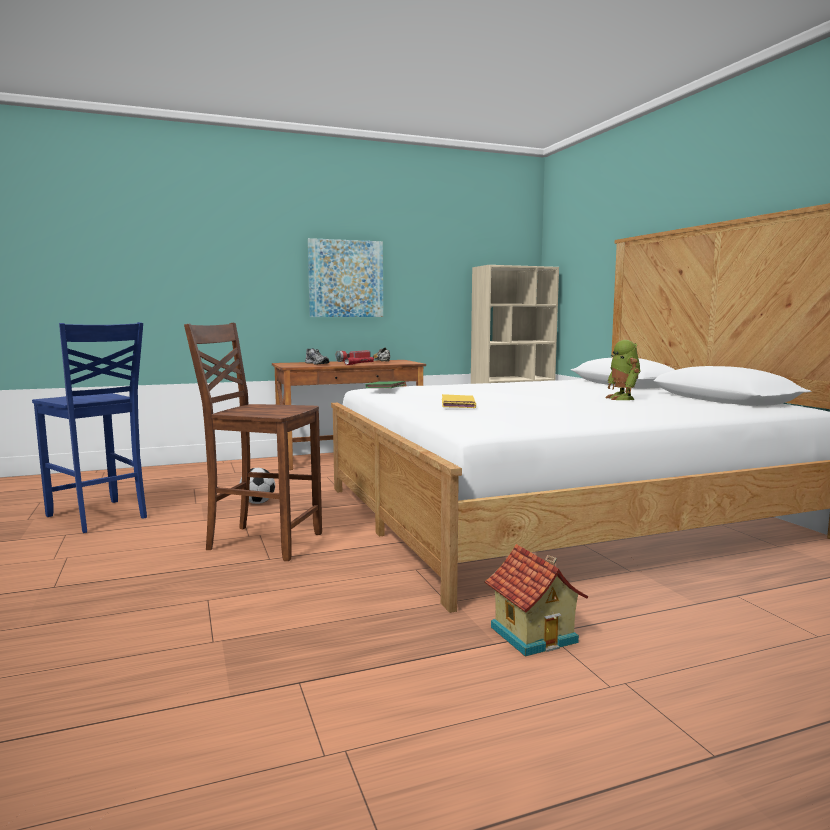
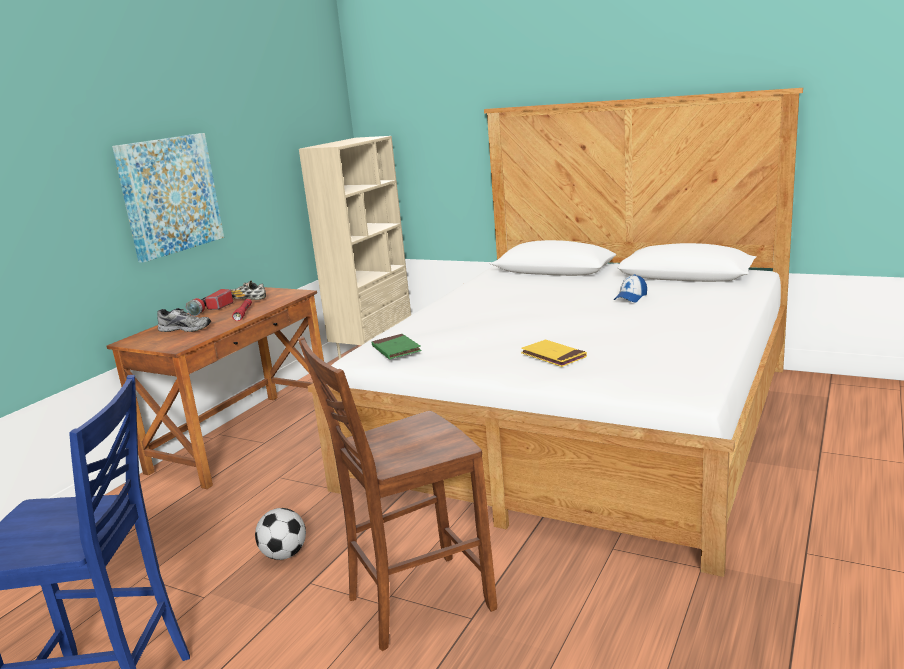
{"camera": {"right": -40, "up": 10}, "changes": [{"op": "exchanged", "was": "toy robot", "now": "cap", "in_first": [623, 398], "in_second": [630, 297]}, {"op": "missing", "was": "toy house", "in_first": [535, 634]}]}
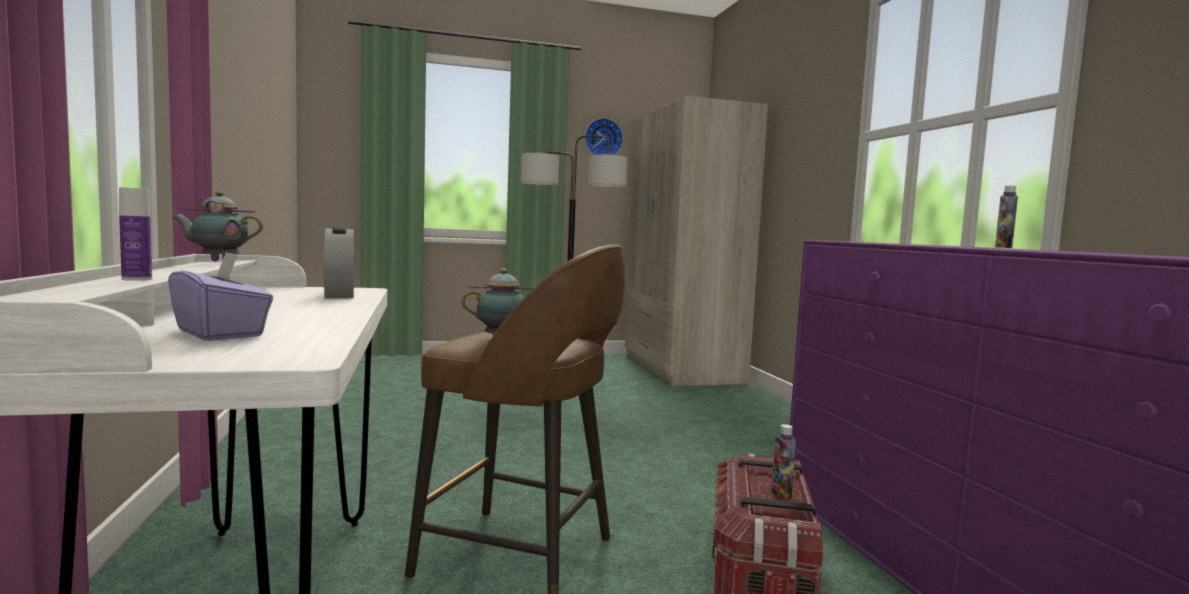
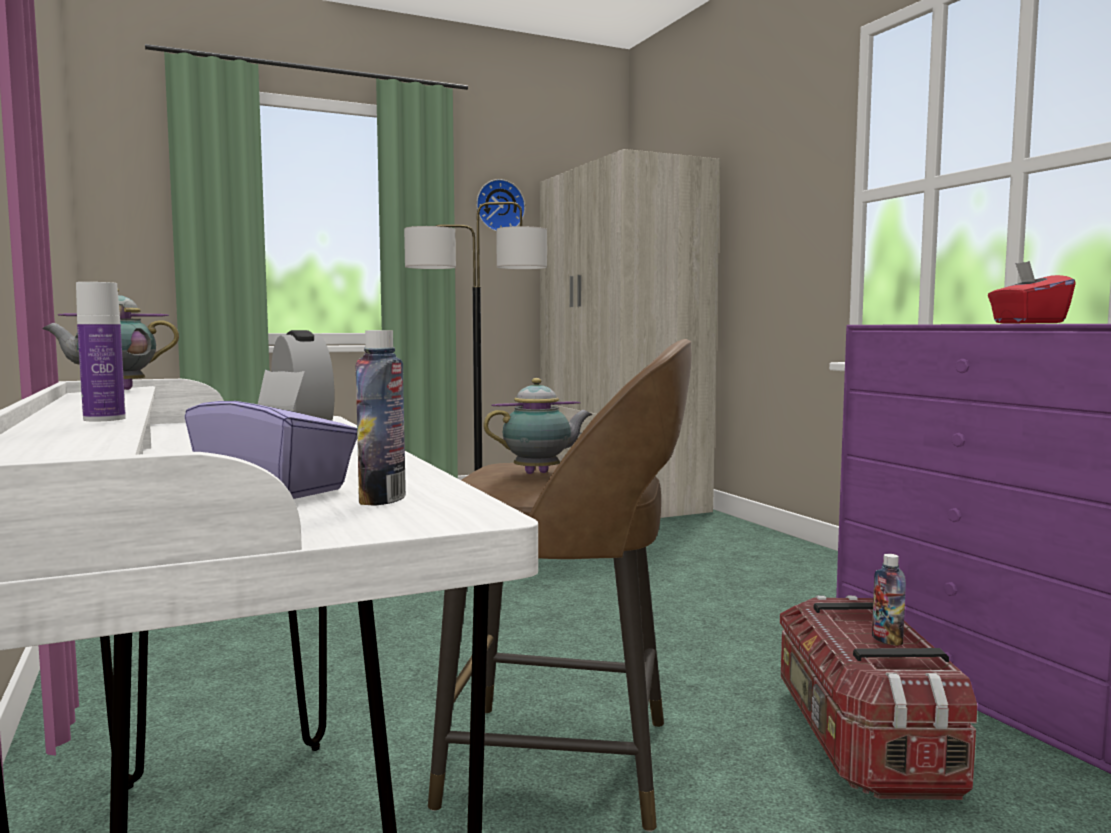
{"camera": {"right": -10, "up": 0}, "changes": [{"op": "relocated", "was": "bottle", "in_first": [1003, 247], "in_second": [382, 499]}, {"op": "appeared", "now": "red tissue box", "in_second": [1026, 323]}]}
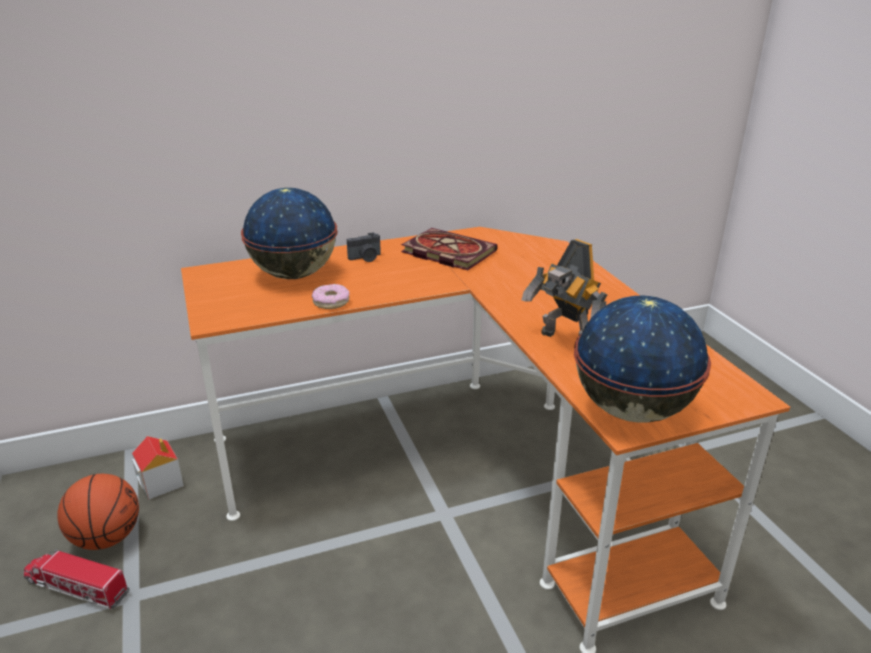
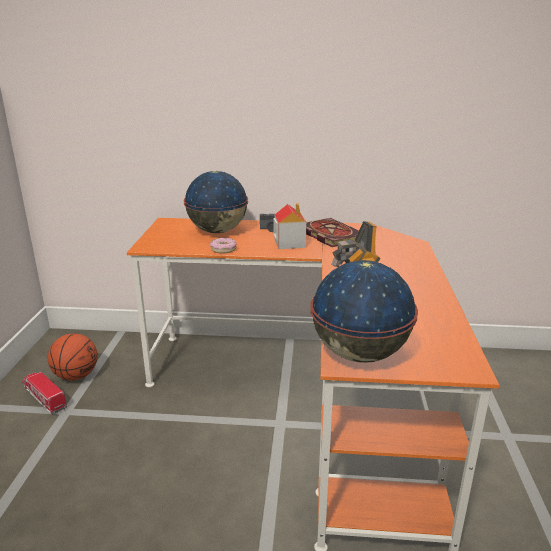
{"camera": {"right": 25, "up": -5}, "changes": [{"op": "relocated", "was": "toy house", "in_first": [161, 482], "in_second": [289, 243]}]}
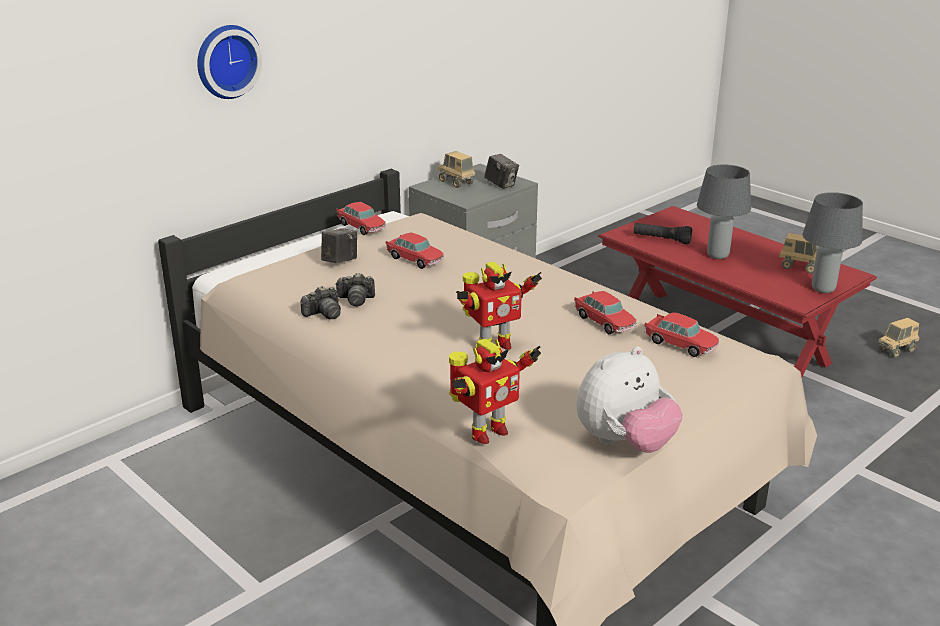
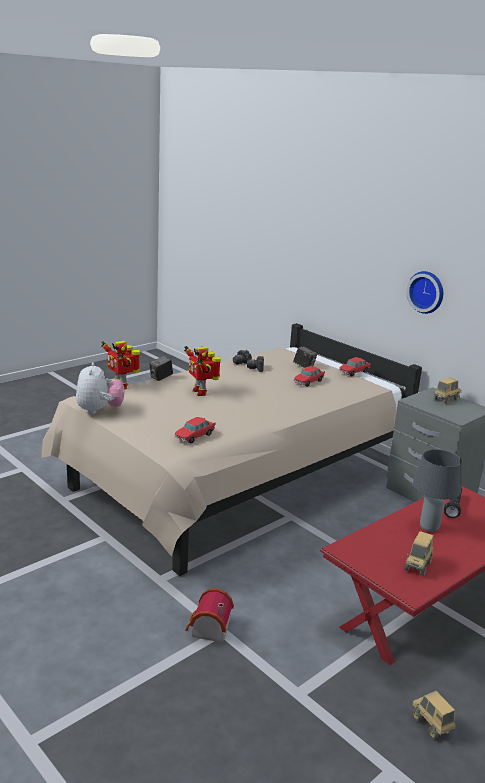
{"camera": {"right": 90, "up": -5}, "changes": [{"op": "relocated", "was": "wall clock", "in_first": [226, 61], "in_second": [427, 292]}, {"op": "relocated", "was": "photo camera", "in_first": [501, 185], "in_second": [161, 378]}, {"op": "missing", "was": "grey table lamp", "in_first": [823, 289]}, {"op": "missing", "was": "toy car", "in_first": [604, 322]}, {"op": "spun", "was": "plush toy", "in_first": [625, 443], "in_second": [99, 411], "clockwise": -150}, {"op": "appeared", "now": "toy house", "in_second": [208, 629]}]}
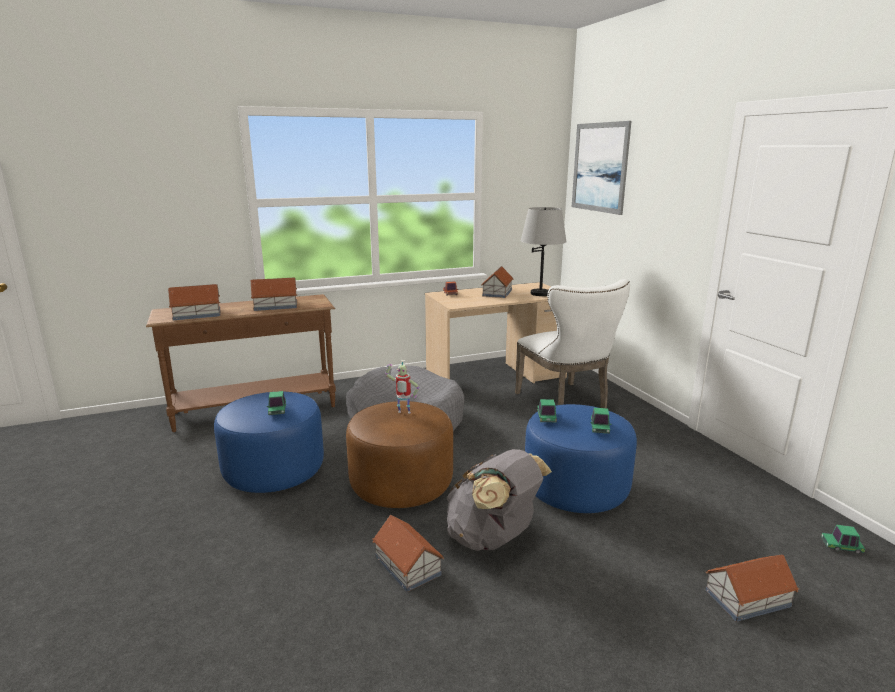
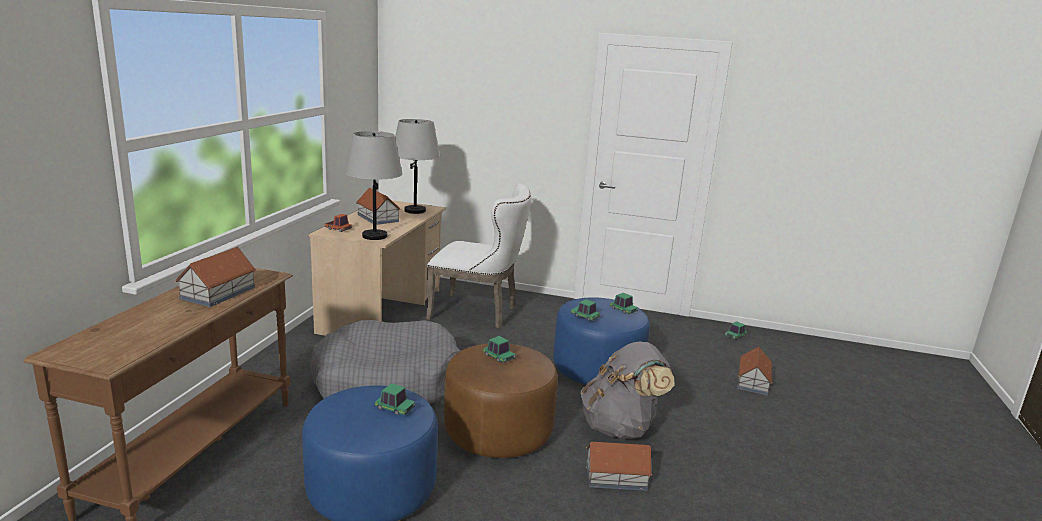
{"camera": {"right": -55, "up": 0}, "changes": [{"op": "missing", "was": "picture", "in_first": [599, 167]}, {"op": "missing", "was": "toy house", "in_first": [196, 314]}, {"op": "exchanged", "was": "toy robot", "now": "toy car", "in_first": [403, 413], "in_second": [499, 357]}, {"op": "appeared", "now": "grey table lamp", "in_second": [374, 236]}]}
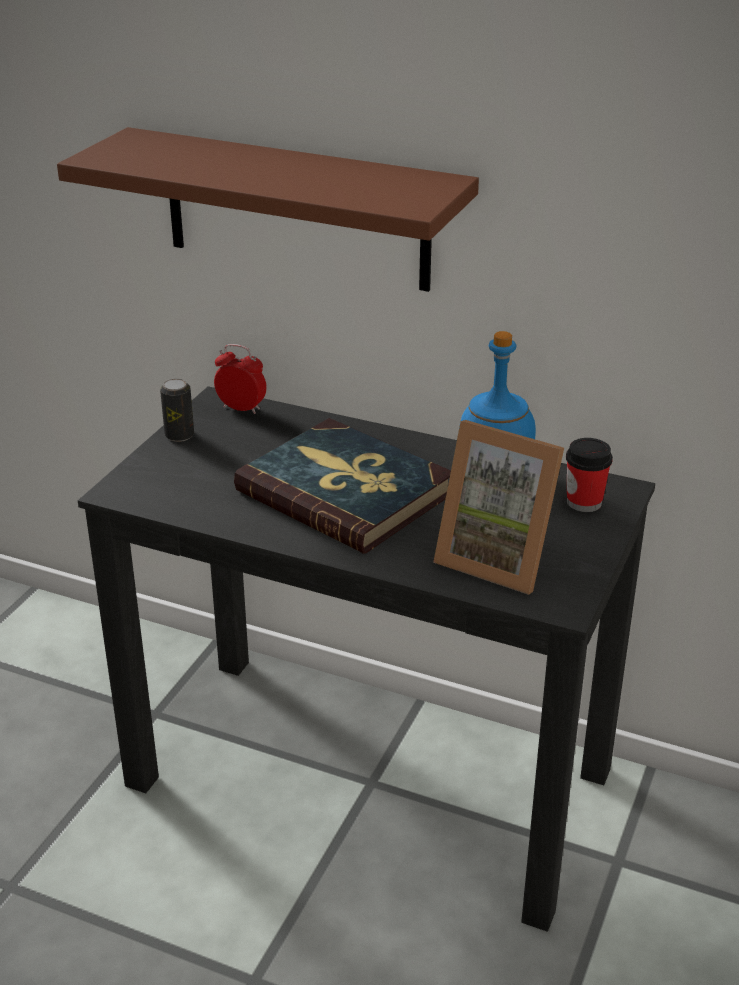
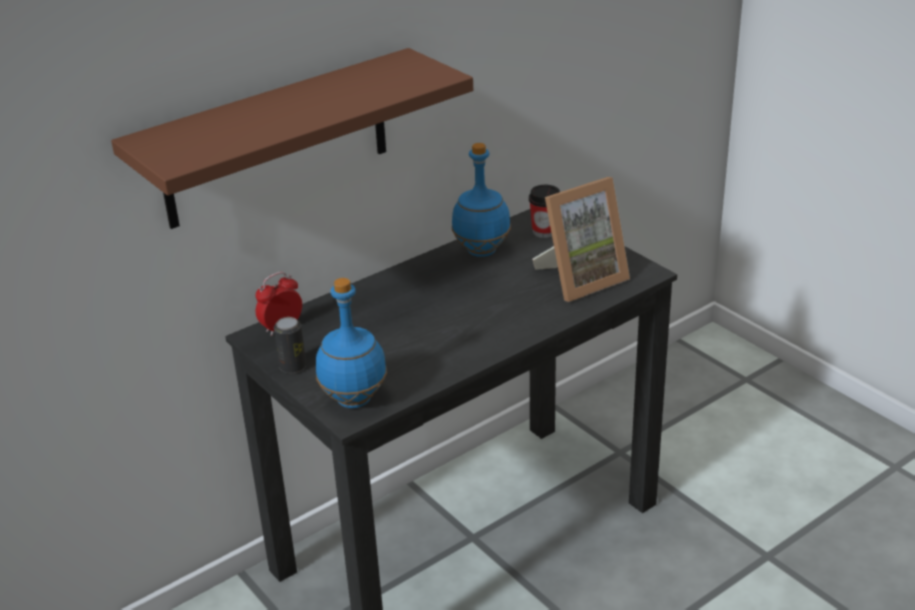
{"camera": {"right": -60, "up": 0}, "changes": [{"op": "missing", "was": "book", "in_first": [346, 492]}, {"op": "appeared", "now": "blue bottle", "in_second": [354, 400]}]}
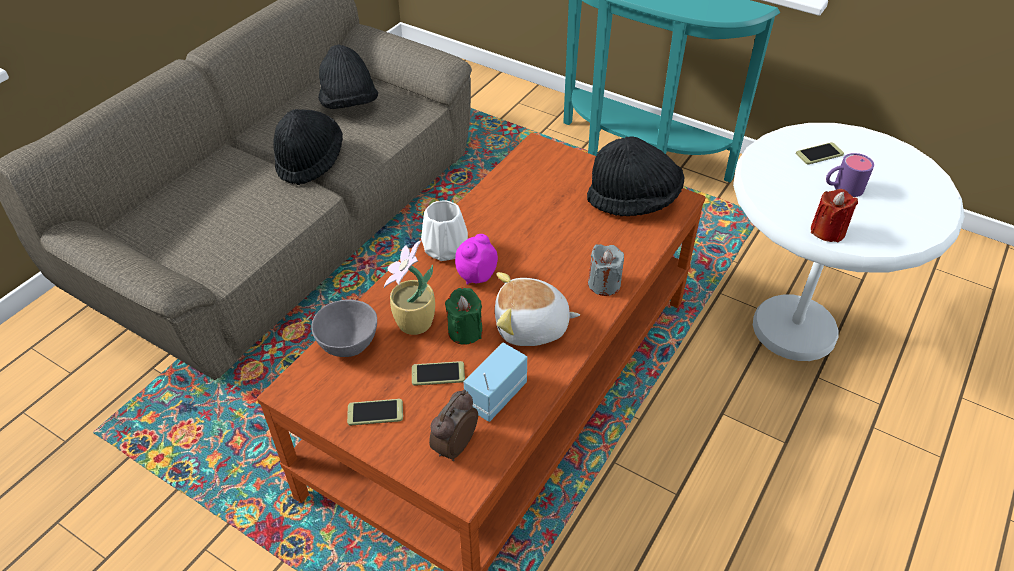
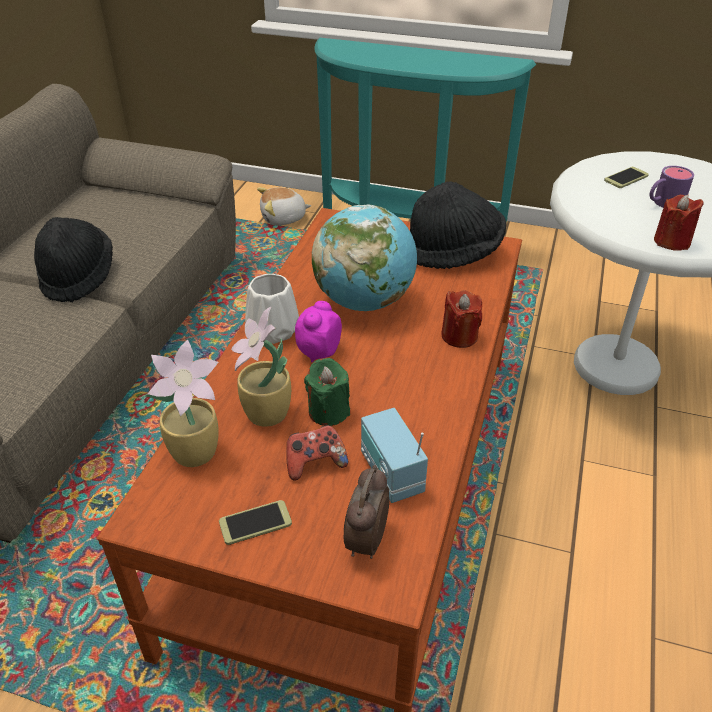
{"camera": {"right": -15, "up": -5}, "changes": [{"op": "missing", "was": "black hat", "in_first": [349, 104]}, {"op": "colour", "was": "grey candle", "now": "red candle", "in_first": [604, 284], "in_second": [459, 336]}, {"op": "relocated", "was": "plush toy", "in_first": [531, 327], "in_second": [283, 218]}, {"op": "exchanged", "was": "grey bowl", "now": "potted plant", "in_first": [350, 345], "in_second": [197, 452]}, {"op": "spun", "was": "radio", "in_first": [495, 396], "in_second": [391, 474], "clockwise": -45}, {"op": "exchanged", "was": "phone", "now": "game controller", "in_first": [438, 374], "in_second": [315, 463]}, {"op": "appeared", "now": "globe", "in_second": [364, 301]}]}
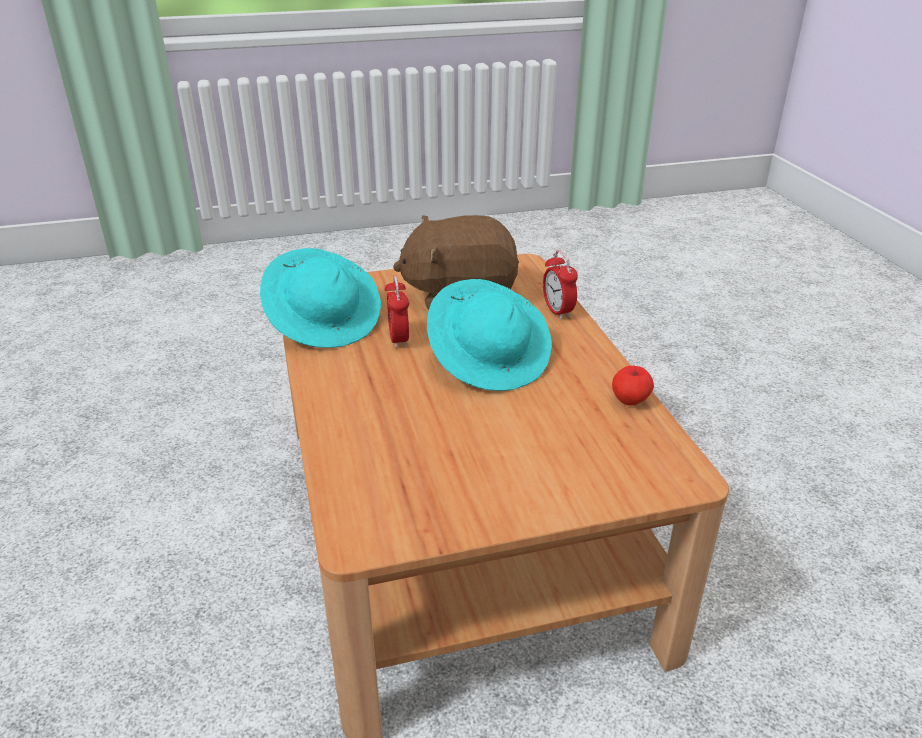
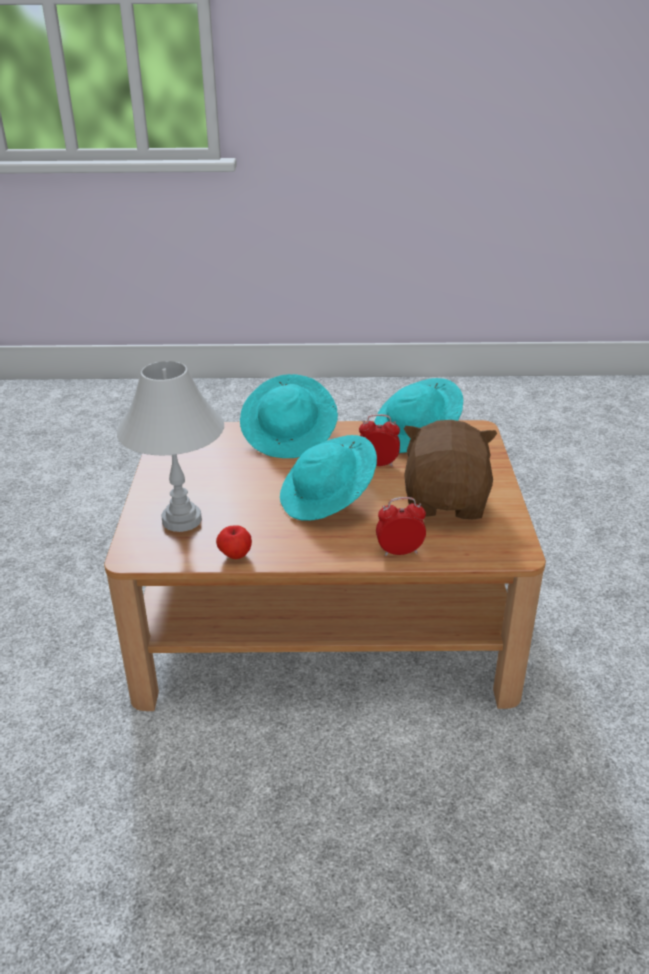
{"camera": {"right": 105, "up": 0}, "changes": [{"op": "appeared", "now": "white table lamp", "in_second": [182, 520]}, {"op": "appeared", "now": "turquoise hat", "in_second": [290, 437]}]}
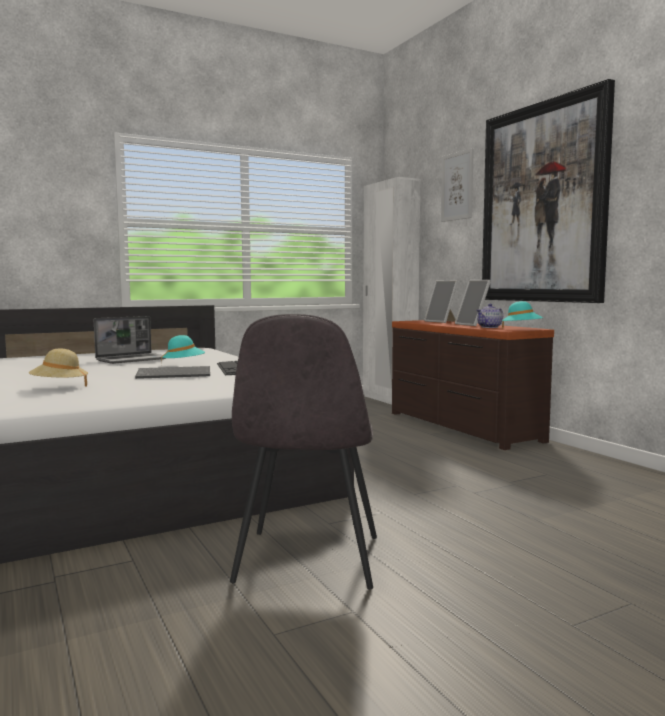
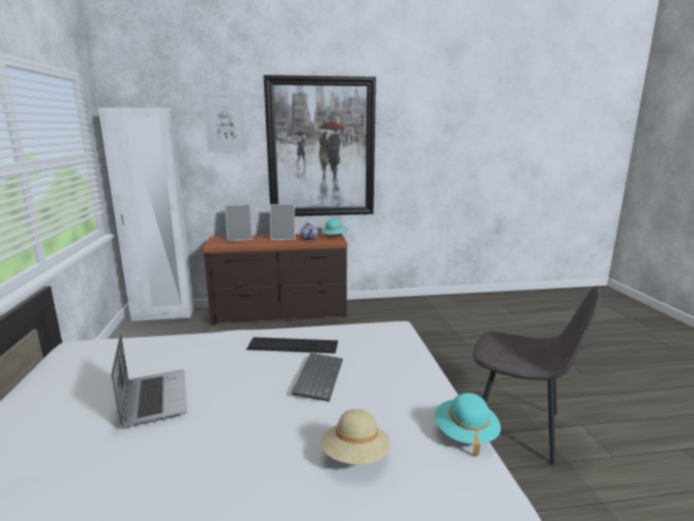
{"camera": {"right": -70, "up": 10}, "changes": [{"op": "relocated", "was": "turquoise hat", "in_first": [183, 365], "in_second": [465, 433]}]}
